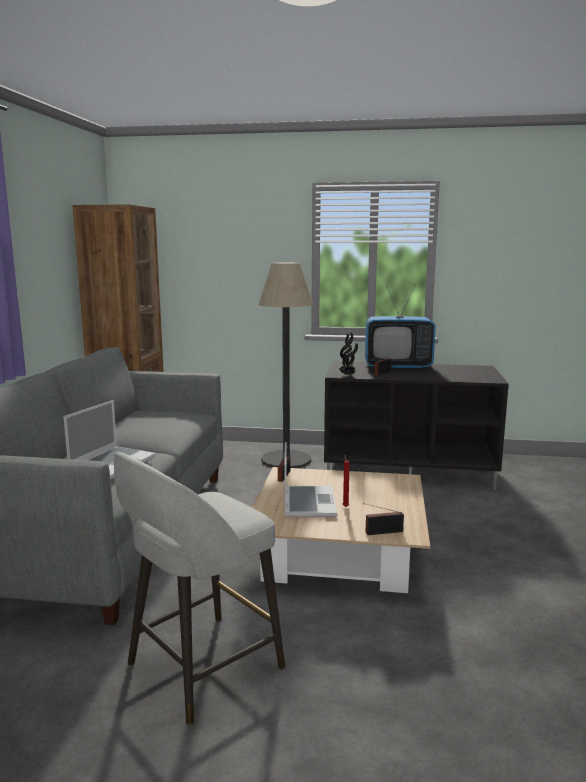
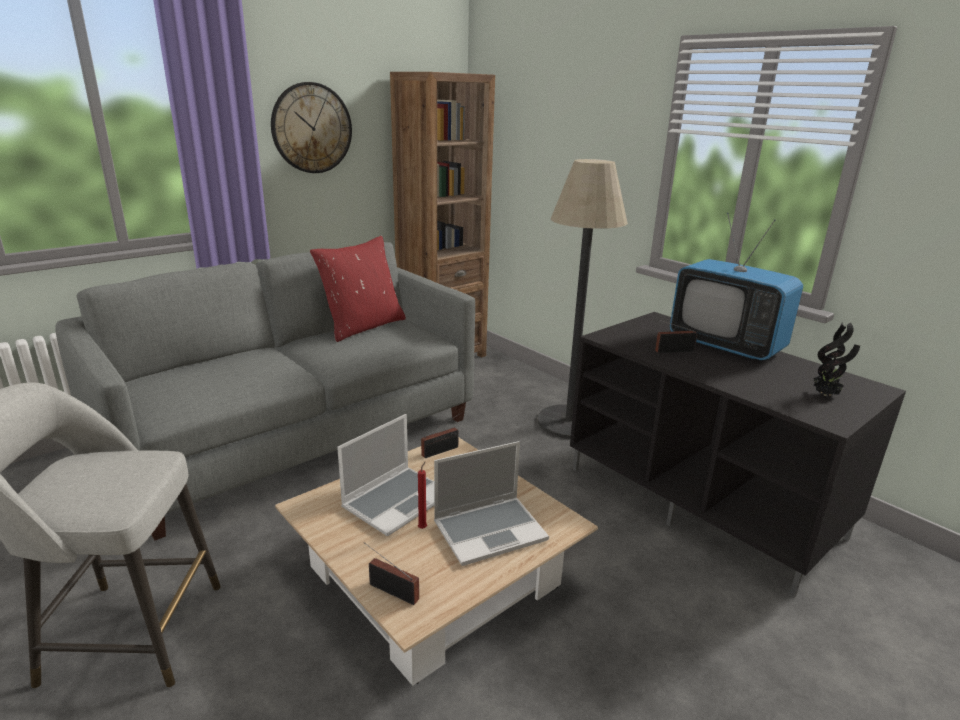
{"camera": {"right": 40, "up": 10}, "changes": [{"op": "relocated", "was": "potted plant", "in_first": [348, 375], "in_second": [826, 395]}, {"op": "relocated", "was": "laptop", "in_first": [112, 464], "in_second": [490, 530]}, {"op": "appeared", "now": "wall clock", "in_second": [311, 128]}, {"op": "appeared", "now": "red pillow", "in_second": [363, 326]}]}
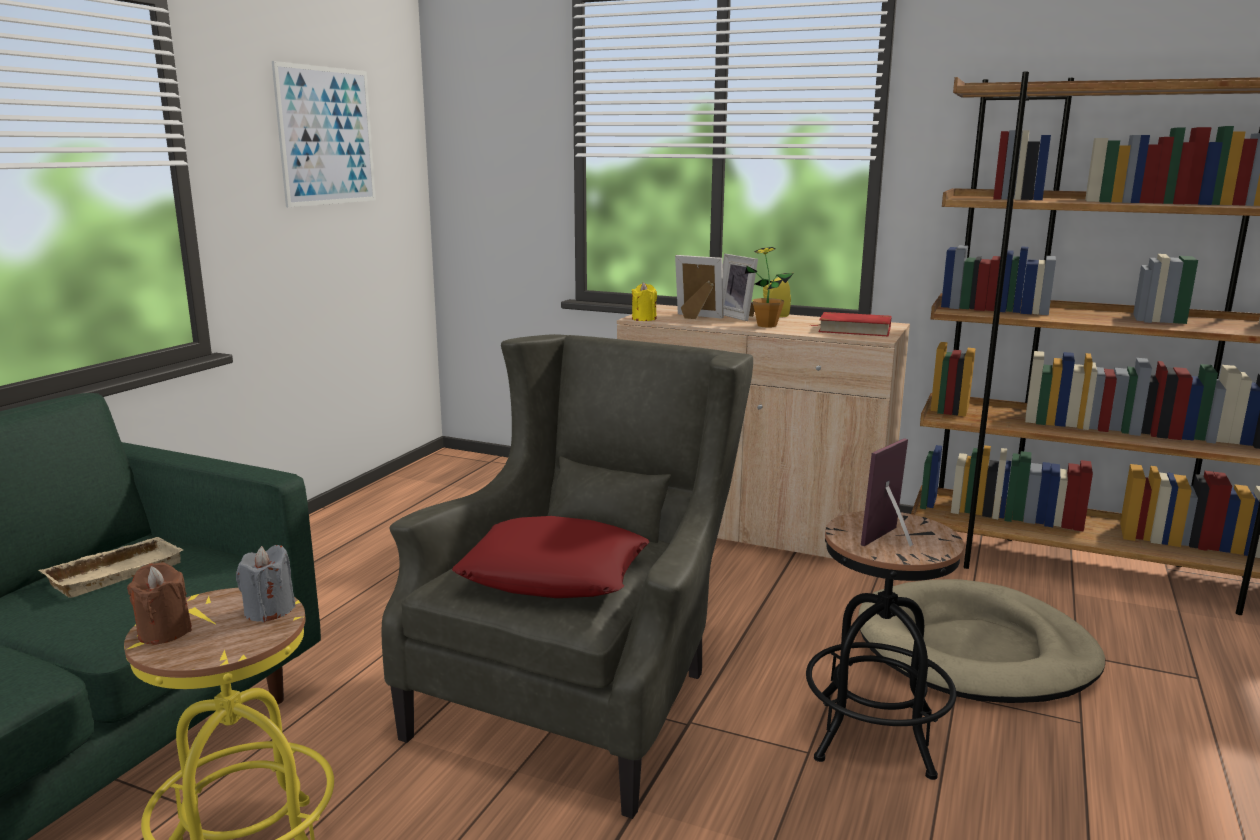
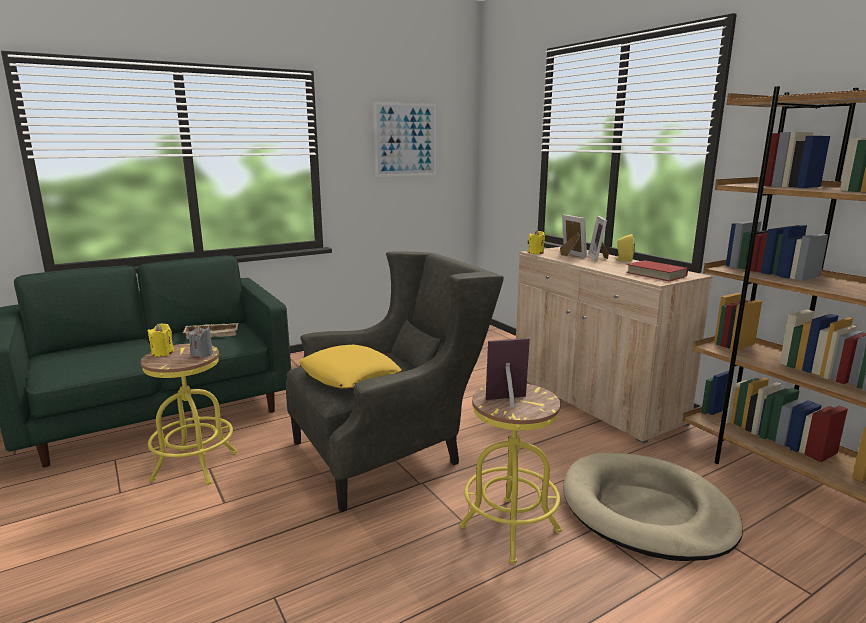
{"camera": {"right": 35, "up": 0}, "changes": [{"op": "missing", "was": "potted plant", "in_first": [766, 325]}, {"op": "colour", "was": "black stool", "now": "yellow stool", "in_first": [874, 736], "in_second": [510, 528]}, {"op": "colour", "was": "red pillow", "now": "yellow pillow", "in_first": [554, 573], "in_second": [349, 375]}, {"op": "colour", "was": "brown candle", "now": "yellow candle", "in_first": [164, 632], "in_second": [162, 353]}]}
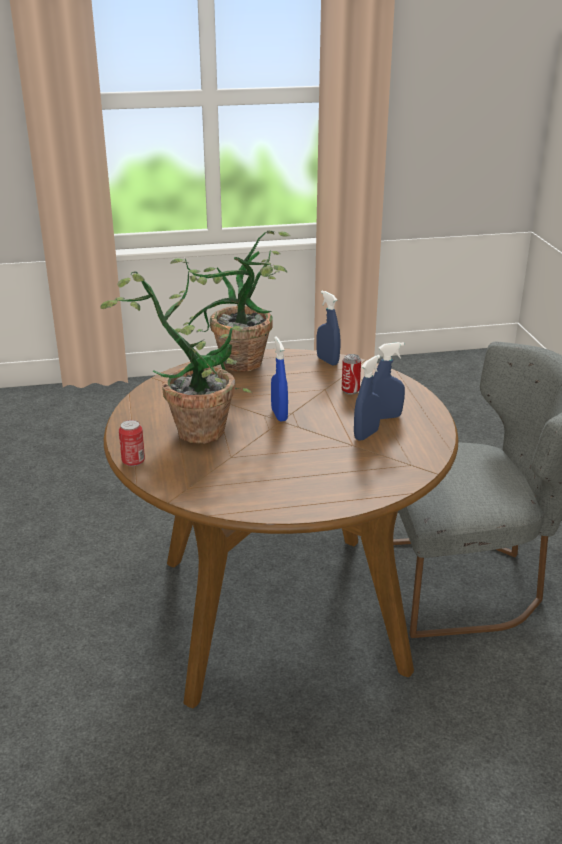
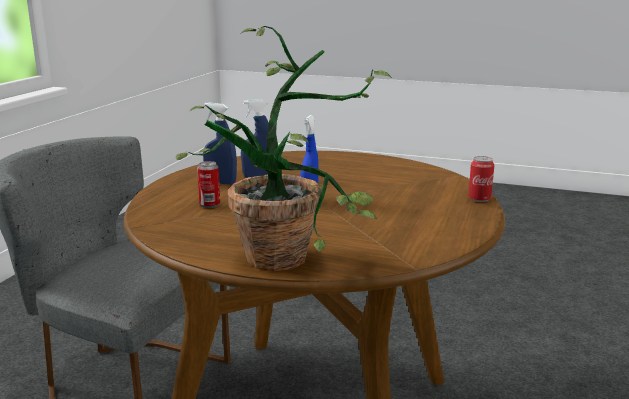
{"camera": {"right": -150, "up": -10}, "changes": [{"op": "missing", "was": "potted plant", "in_first": [196, 425]}, {"op": "missing", "was": "blue spray bottle", "in_first": [327, 361]}]}
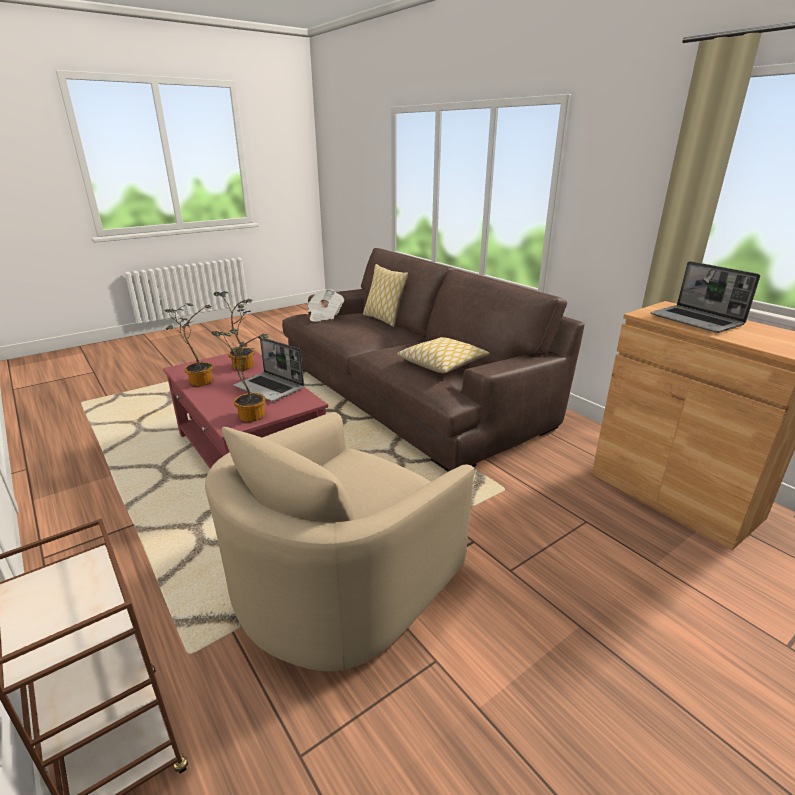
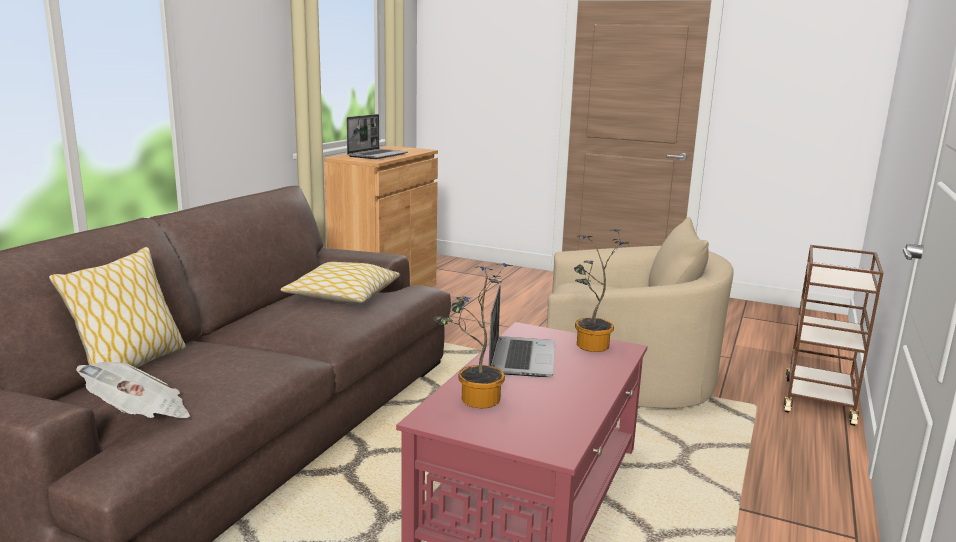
{"camera": {"right": -120, "up": -10}, "changes": [{"op": "missing", "was": "potted plant", "in_first": [198, 381]}]}
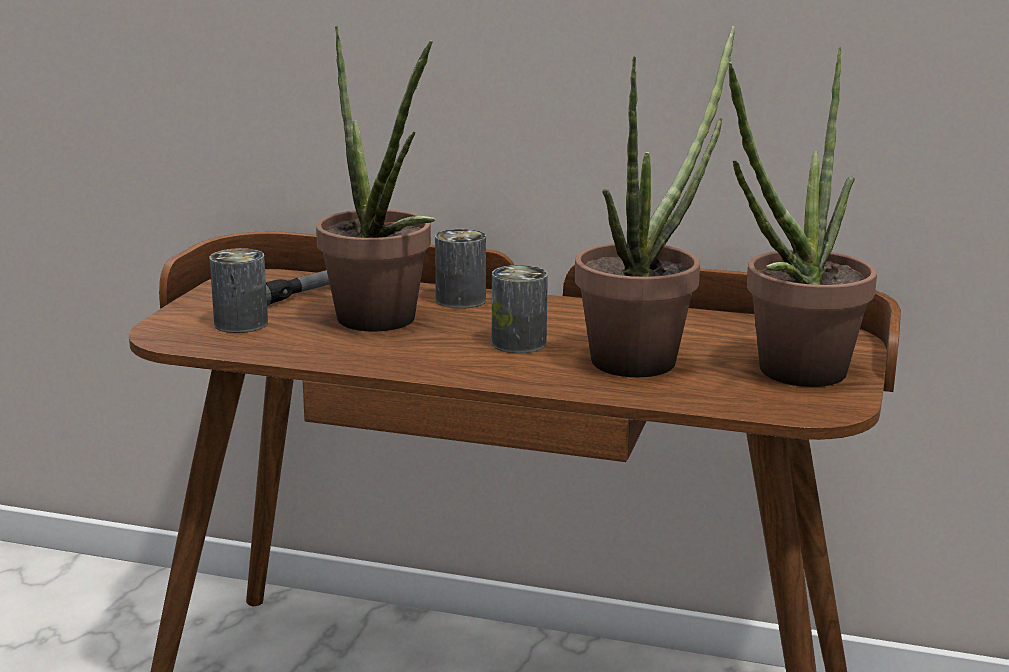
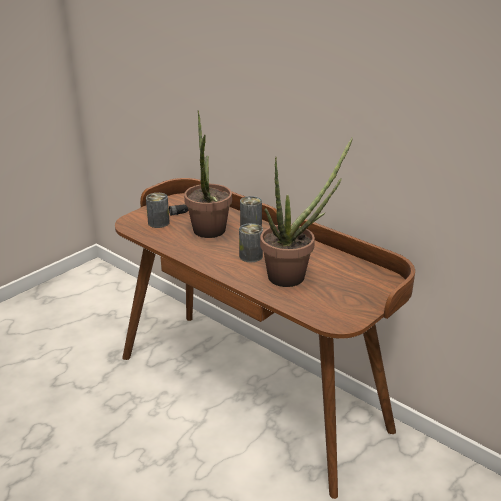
{"camera": {"right": 25, "up": 10}, "changes": [{"op": "missing", "was": "potted plant", "in_first": [790, 376]}]}
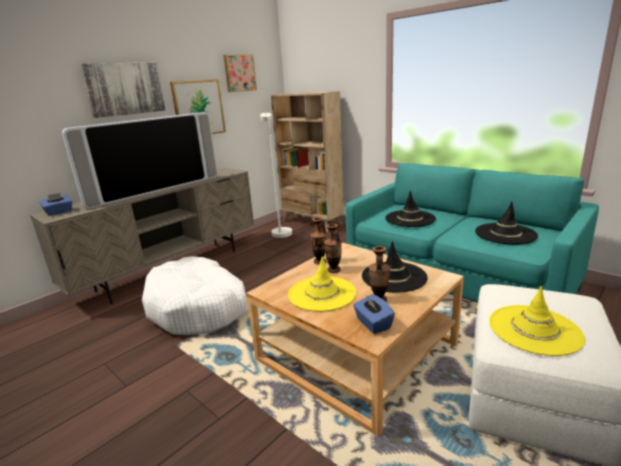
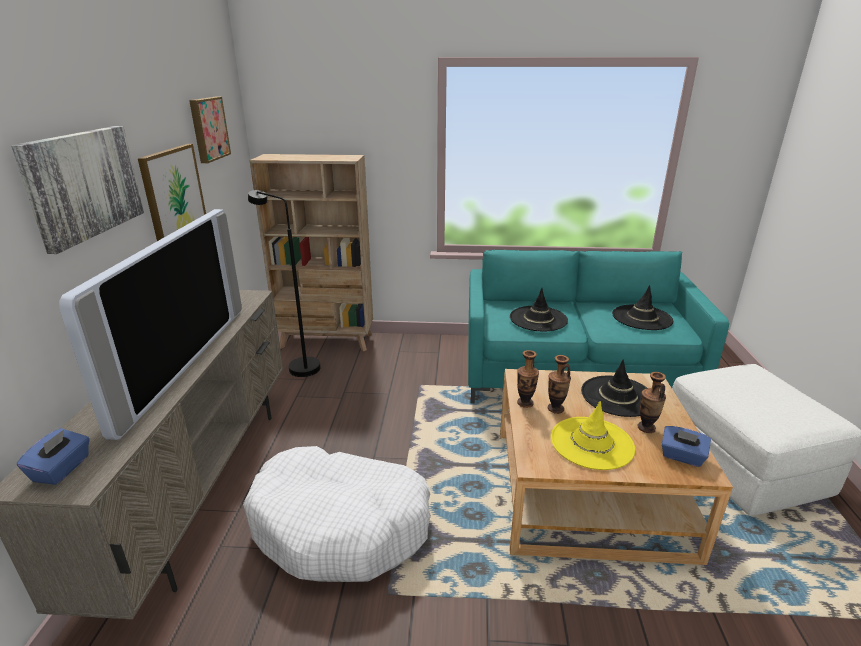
{"camera": {"right": -40, "up": 5}, "changes": [{"op": "colour", "was": "white floor lamp", "now": "black floor lamp", "in_first": [280, 232], "in_second": [298, 366]}, {"op": "missing", "was": "yellow hat", "in_first": [534, 329]}]}
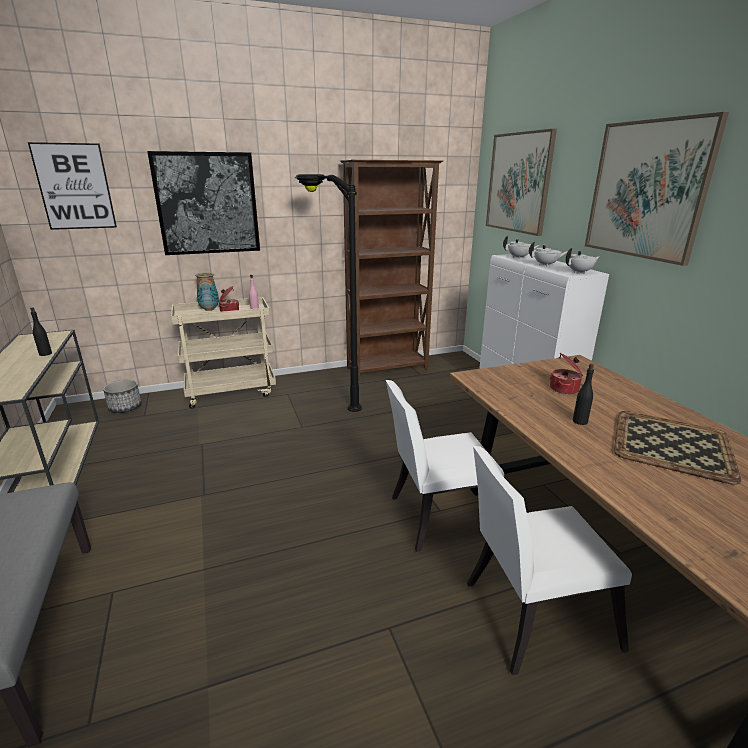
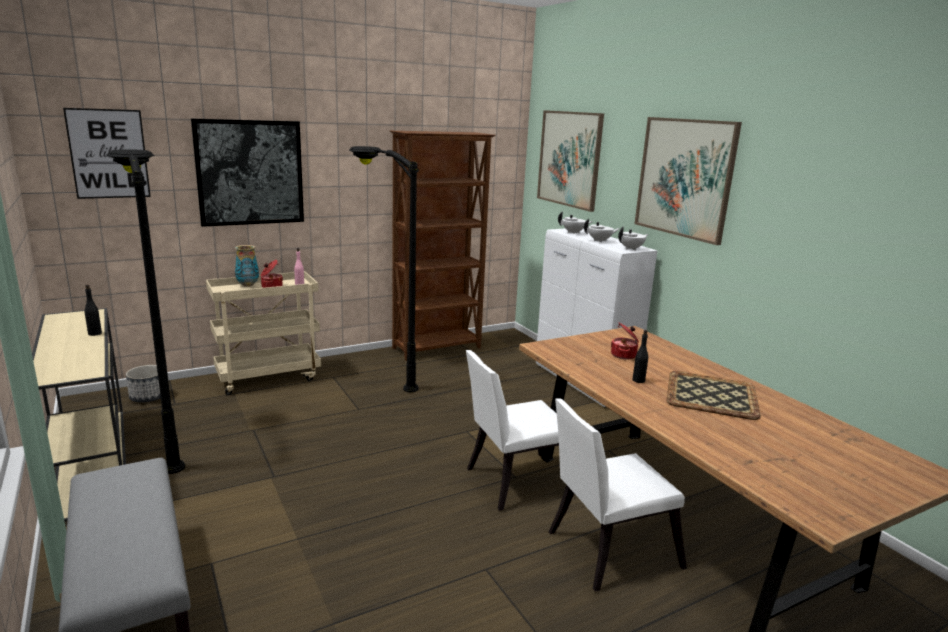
{"camera": {"right": -10, "up": -5}, "changes": [{"op": "appeared", "now": "black floor lamp", "in_second": [167, 439]}]}
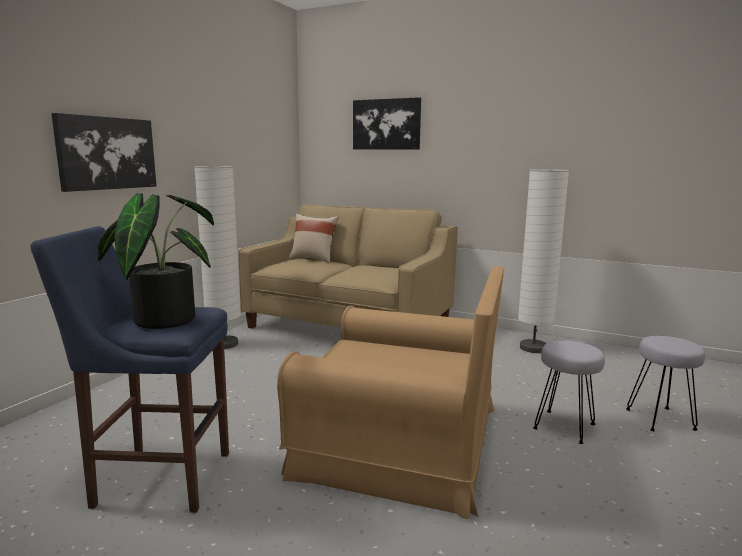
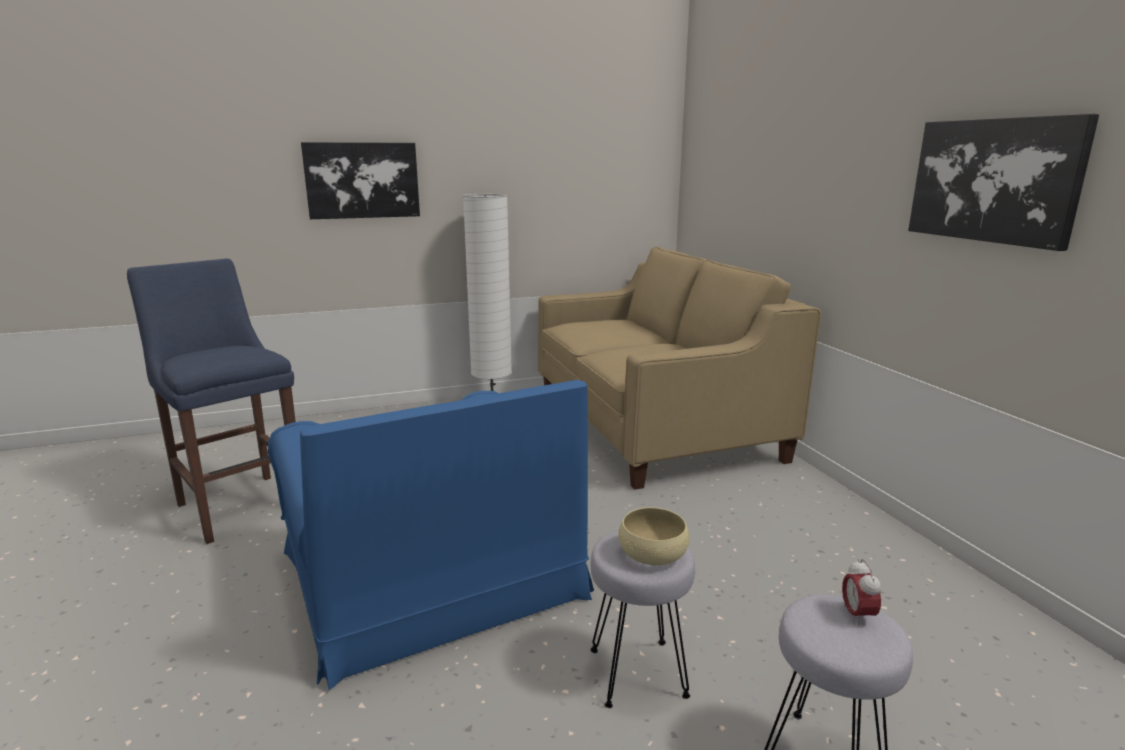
{"camera": {"right": 45, "up": 5}, "changes": [{"op": "relocated", "was": "picture", "in_first": [386, 124], "in_second": [994, 180]}, {"op": "missing", "was": "white floor lamp", "in_first": [533, 348]}, {"op": "missing", "was": "potted plant", "in_first": [163, 318]}, {"op": "missing", "was": "beige pillow", "in_first": [313, 259]}, {"op": "colour", "was": "brown armchair", "now": "blue armchair", "in_first": [400, 441], "in_second": [432, 575]}, {"op": "appeared", "now": "beige bowl", "in_second": [652, 553]}, {"op": "appeared", "now": "alarm clock", "in_second": [857, 615]}]}
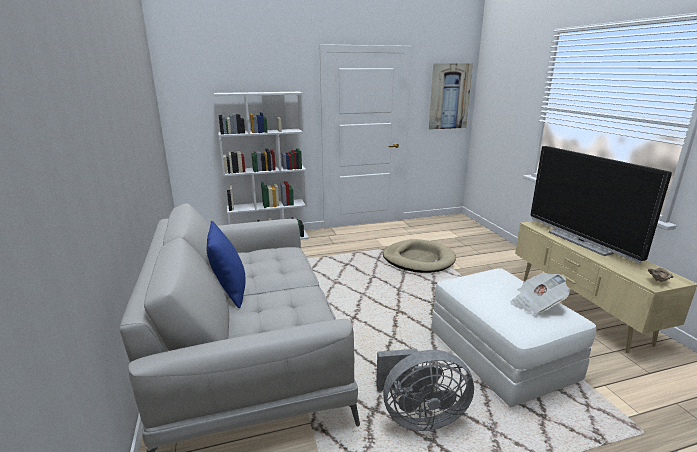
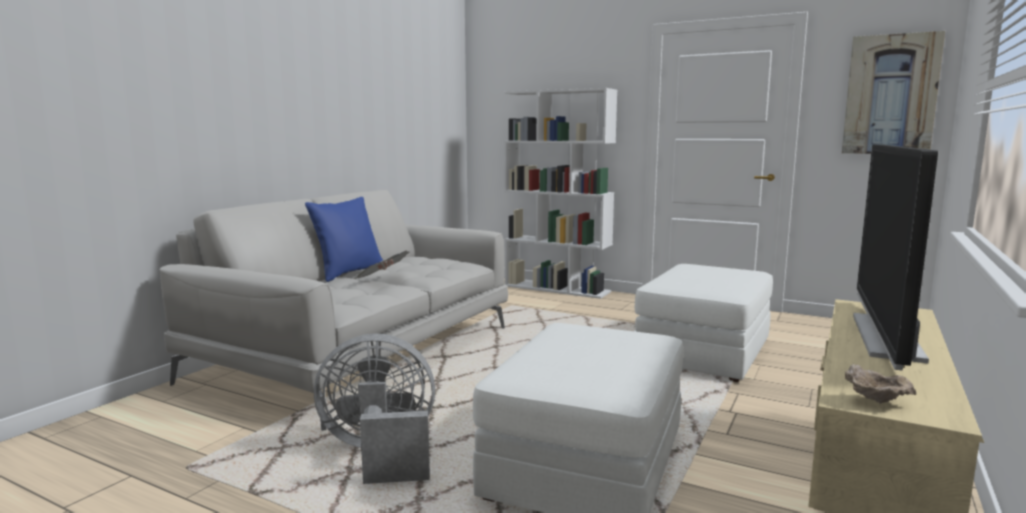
{"camera": {"right": 45, "up": -10}, "changes": [{"op": "exchanged", "was": "beige dog bed", "now": "white ottoman", "in_first": [418, 259], "in_second": [703, 352]}, {"op": "relocated", "was": "newspaper", "in_first": [536, 304], "in_second": [382, 280]}, {"op": "spun", "was": "grey fan", "in_first": [418, 416], "in_second": [380, 454], "clockwise": 135}]}
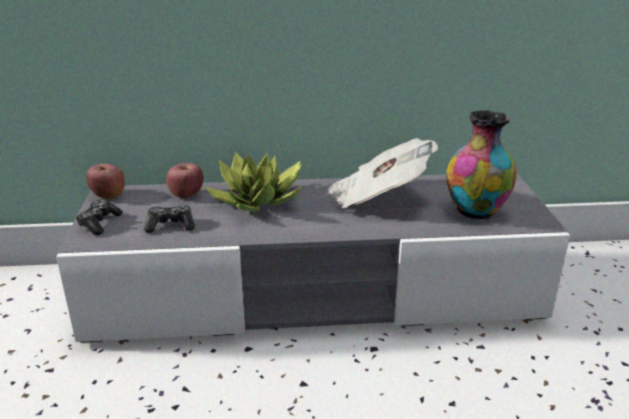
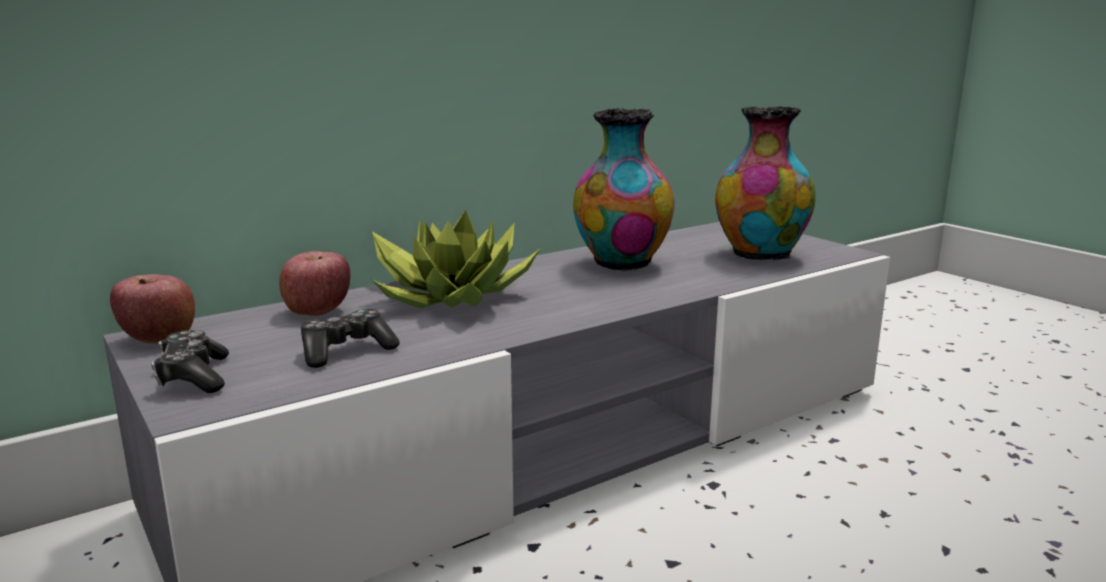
{"camera": {"right": -30, "up": -10}, "changes": [{"op": "exchanged", "was": "newspaper", "now": "vase", "in_first": [377, 197], "in_second": [621, 264]}]}
